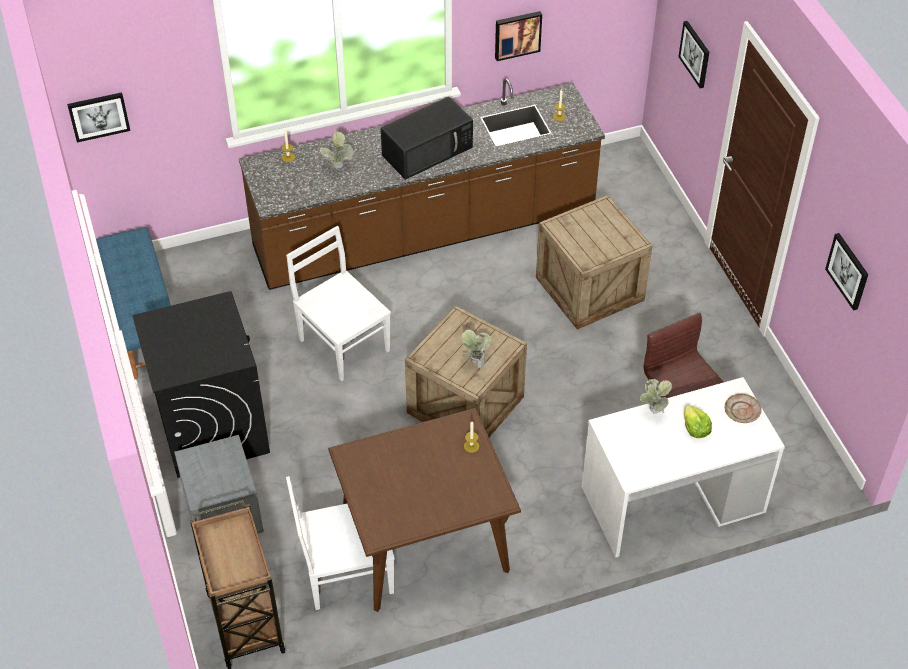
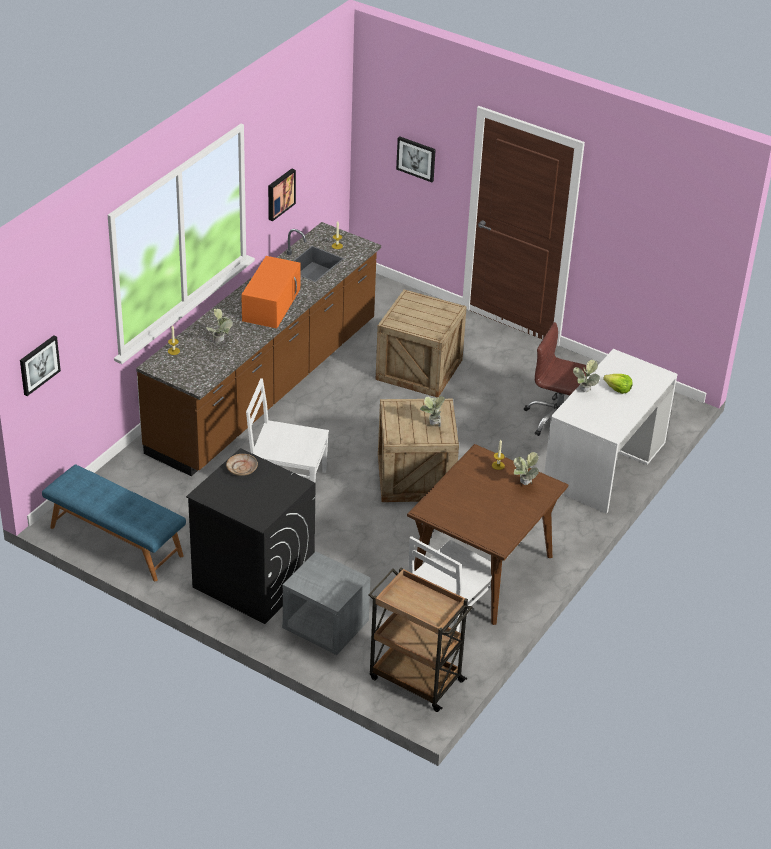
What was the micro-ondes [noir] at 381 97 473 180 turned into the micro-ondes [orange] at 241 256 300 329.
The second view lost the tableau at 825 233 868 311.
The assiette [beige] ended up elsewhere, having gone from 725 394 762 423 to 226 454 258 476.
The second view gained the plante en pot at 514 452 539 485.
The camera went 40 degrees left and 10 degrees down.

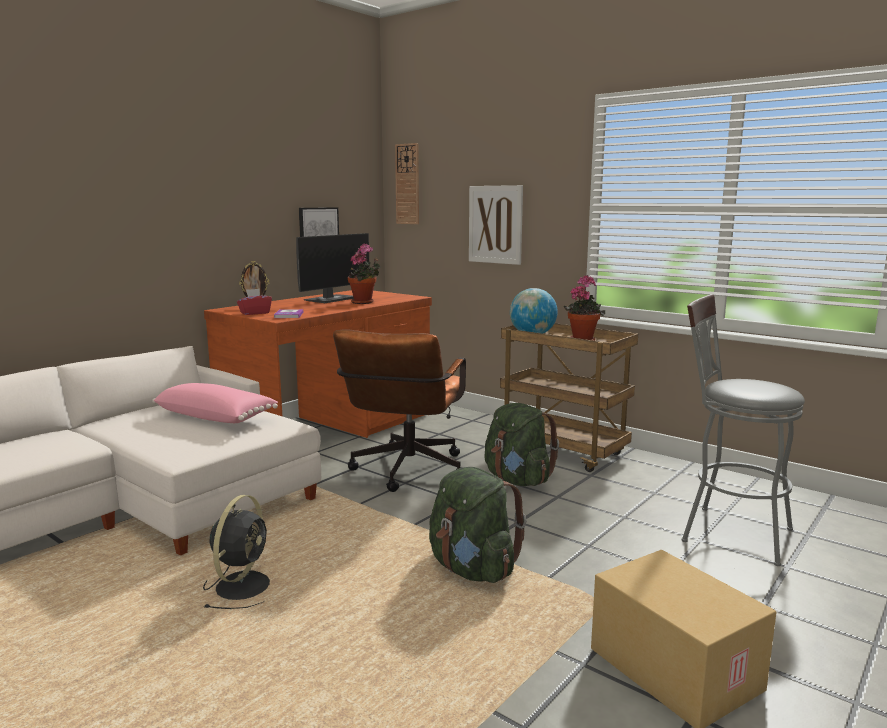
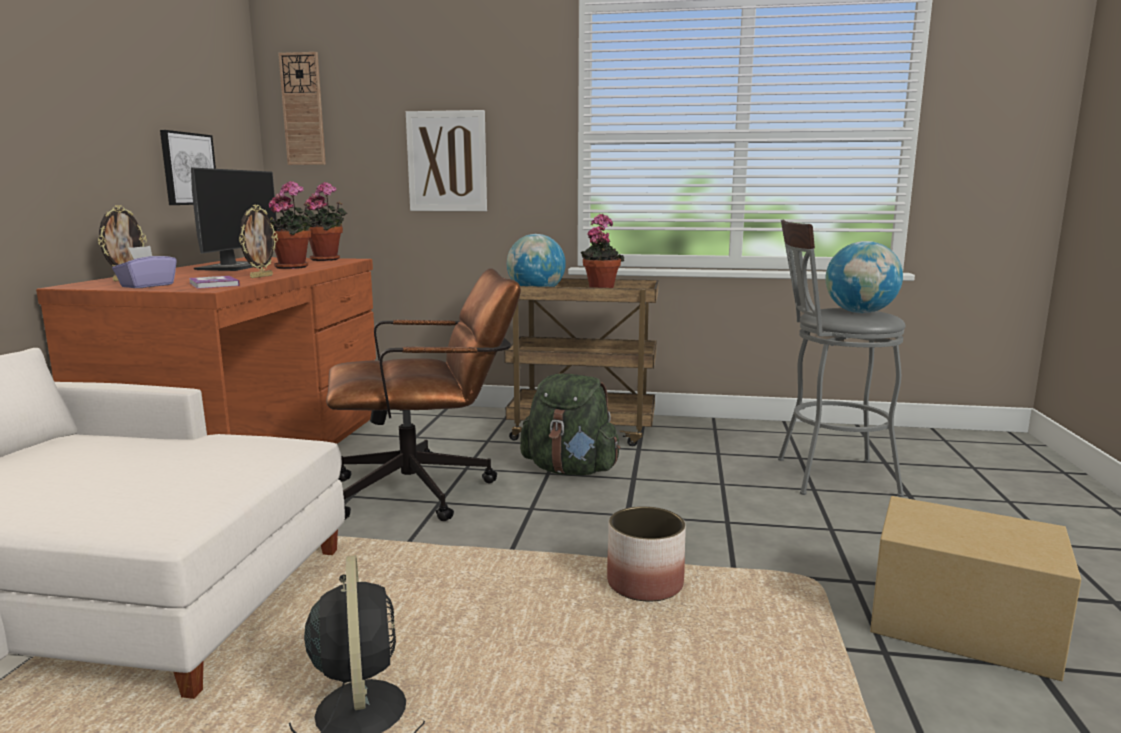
What was the boîte à mouchoirs [rouge] at 237 289 272 315 turned into the boîte à mouchoirs [violet] at 112 246 177 288.
The chaise de bureau [marron] at 333 329 466 492 ended up facing another way, 90 degrees counterclockwise from before.
The second view lost the coussin [rose] at 152 383 278 423.
Where the sac à dos [vert] stood at 429 467 527 583, the cache-pot came to stand at 607 506 686 602.
The second view gained the plante en pot at 305 182 347 261.
The second view gained the cadre photo at 239 205 278 278.
The second view gained the globe at 826 241 903 313.
The camera went 30 degrees left and 0 degrees up.

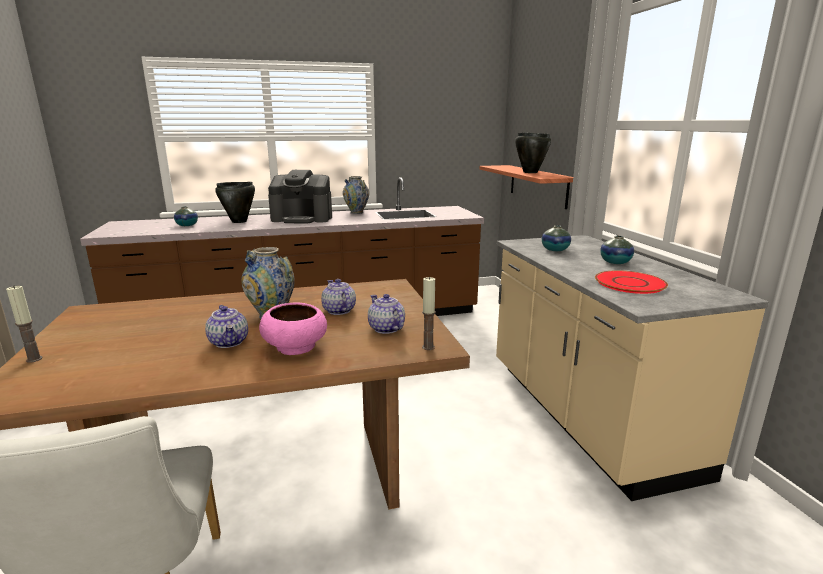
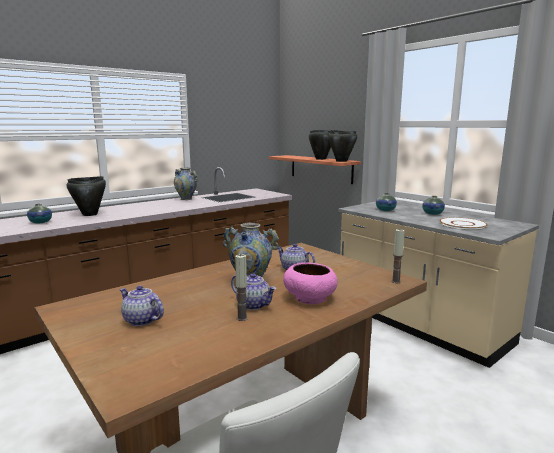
The second view lost the machine à café at 268 170 332 223.
What was the assiette [rouge] at 595 270 668 294 turned into the assiette [blanc] at 439 217 487 229.
The bougie ended up elsewhere, having gone from 6 285 43 363 to 235 254 248 321.
The théière ended up elsewhere, having gone from 368 294 405 334 to 120 286 164 326.
The second view gained the marmite [noir] at 328 130 357 162.
The camera went 25 degrees left and 5 degrees down.

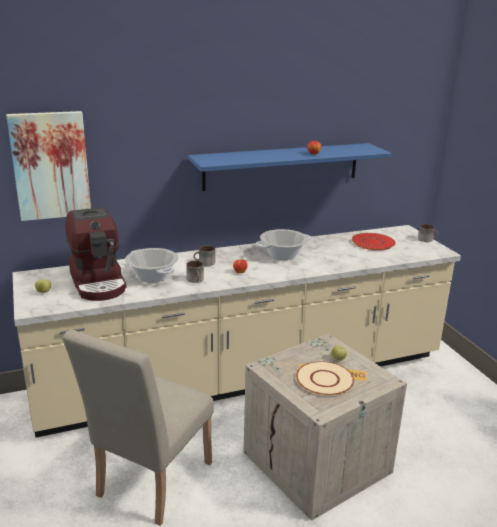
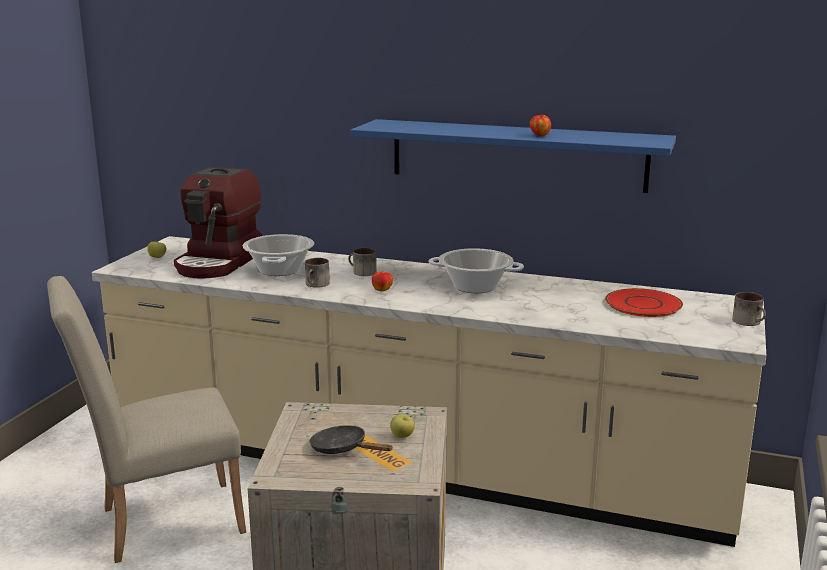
The second view lost the tableau at 6 111 91 221.
Where the assiette [beige] stood at 296 361 354 396, the poêle [noir] came to stand at 309 425 392 454.
The camera went 40 degrees right and 5 degrees down.

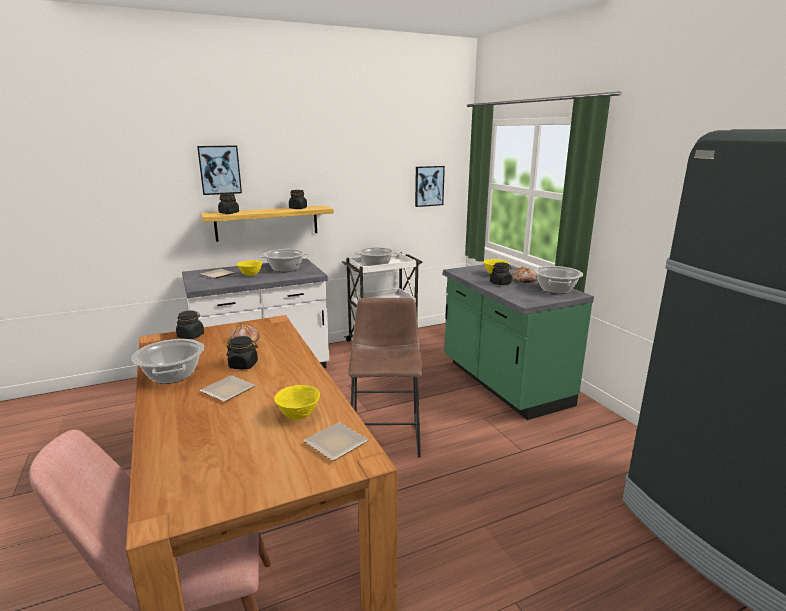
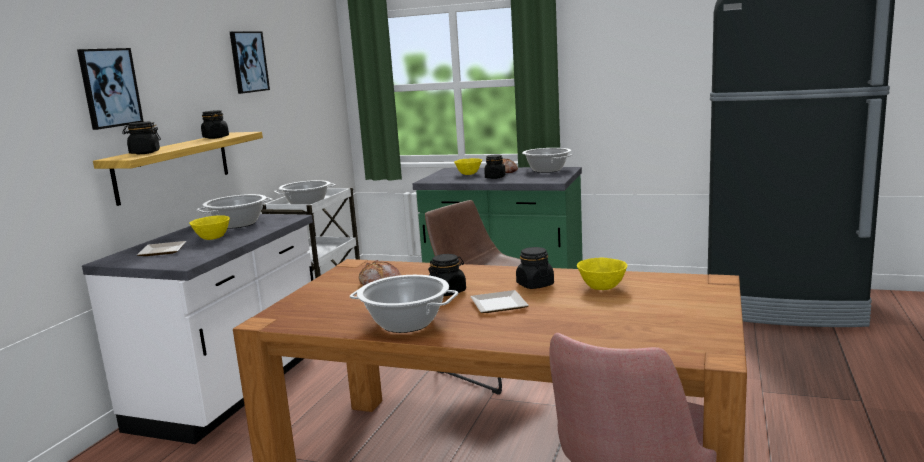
The tableau ended up elsewhere, having gone from 415 166 445 207 to 230 31 270 94.
The bocal [noir] ended up elsewhere, having gone from 176 311 204 339 to 516 247 554 289.
The second view lost the assiette at 303 422 368 461.
The camera went 45 degrees left and 5 degrees down.

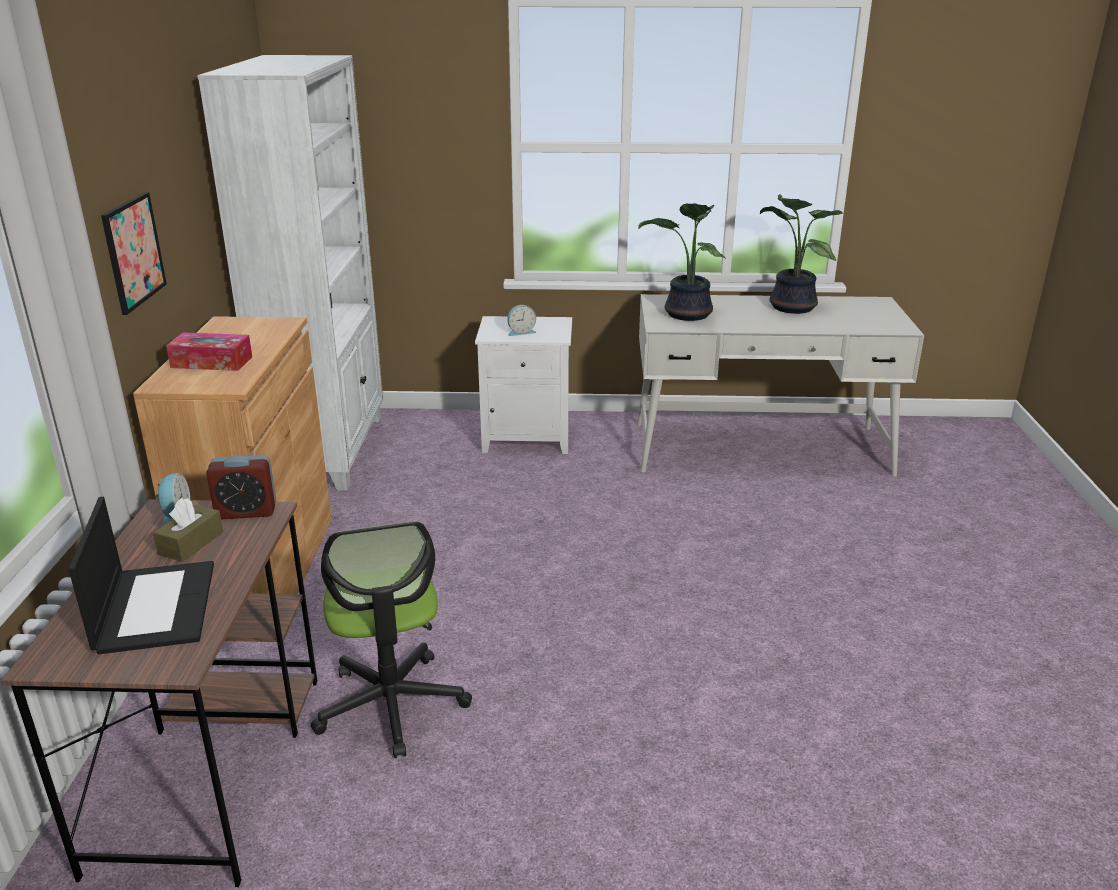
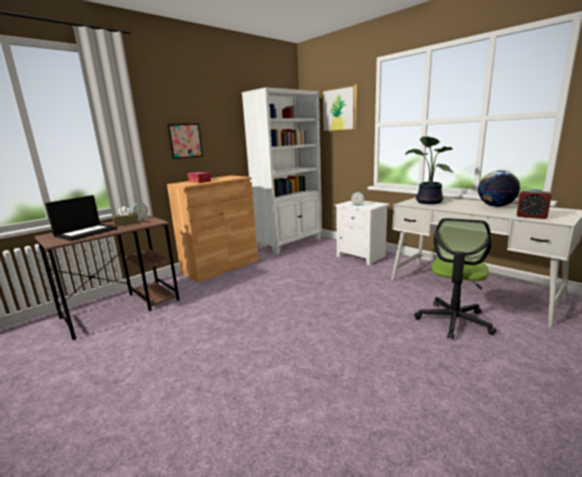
Where the plante en pot stood at 760 194 844 314, the globe came to stand at 478 170 520 207.
The réveil ended up elsewhere, having gone from 206 455 276 519 to 517 189 552 219.
The chaise de bureau ended up elsewhere, having gone from 311 521 472 758 to 414 218 496 339.
The second view gained the tableau at 322 84 356 132.
The camera went 45 degrees right and 10 degrees down.

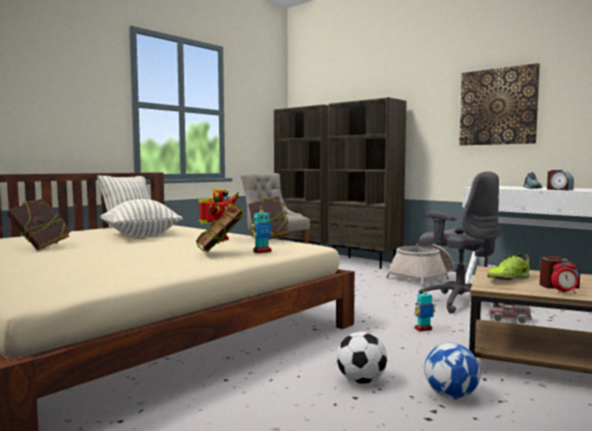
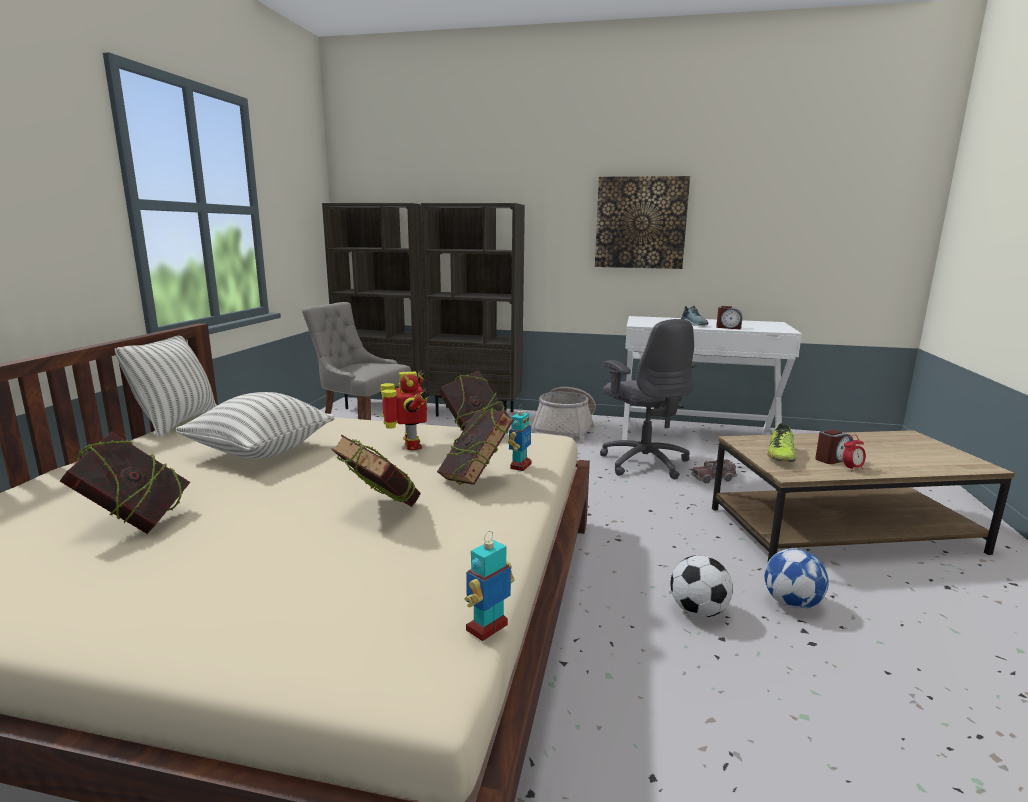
The chaise de bureau [gris] at 419 172 502 314 ended up facing another way, 45 degrees clockwise from before.
The robot jouet ended up elsewhere, having gone from 414 288 435 332 to 464 531 514 641.
The second view gained the livre at 331 435 421 507.
The camera went 30 degrees left and 10 degrees up.

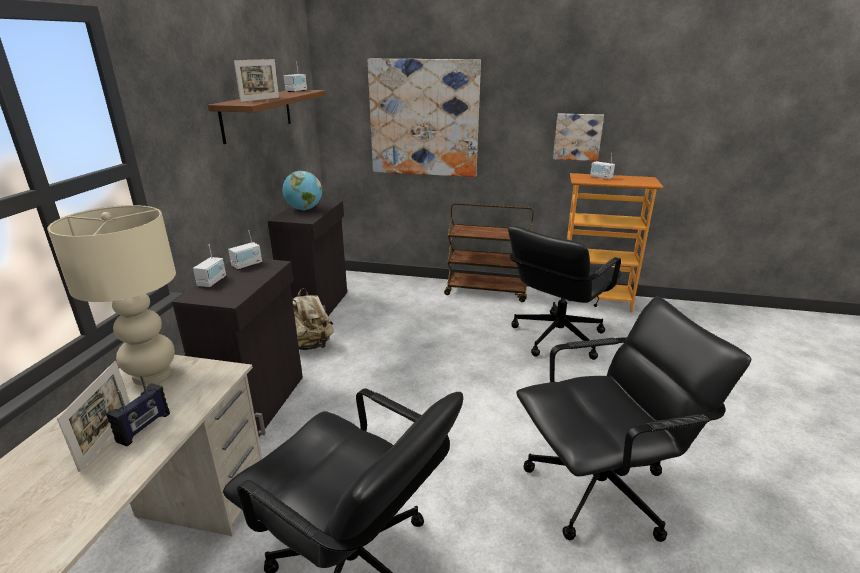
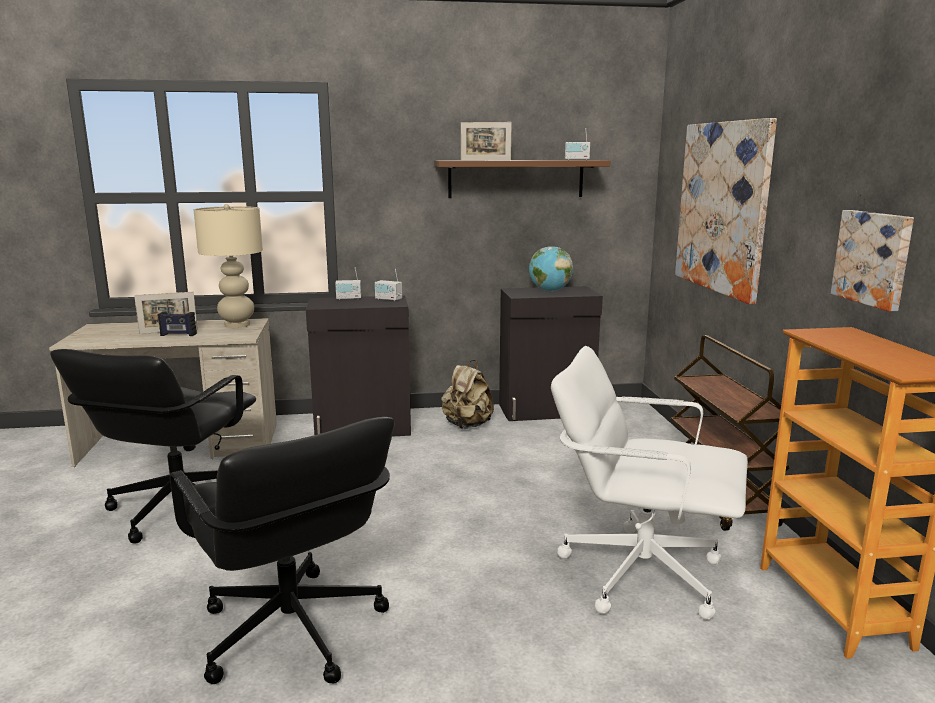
The second view lost the radio at 590 153 615 180.
What was the chaise de bureau [noir] at 508 226 622 360 turned into the chaise de bureau [blanc] at 551 346 748 620.
The camera went 70 degrees right and 10 degrees down.

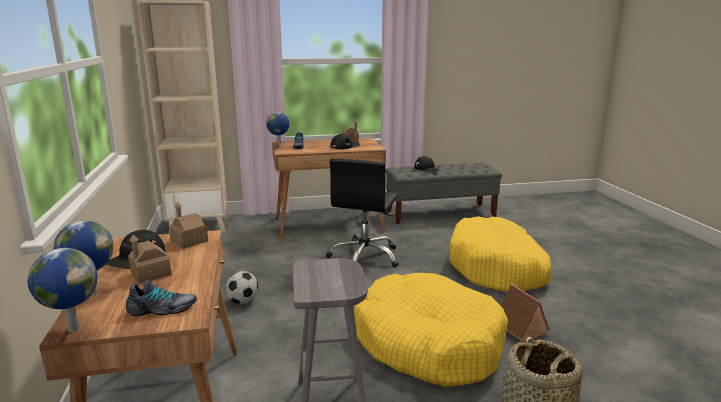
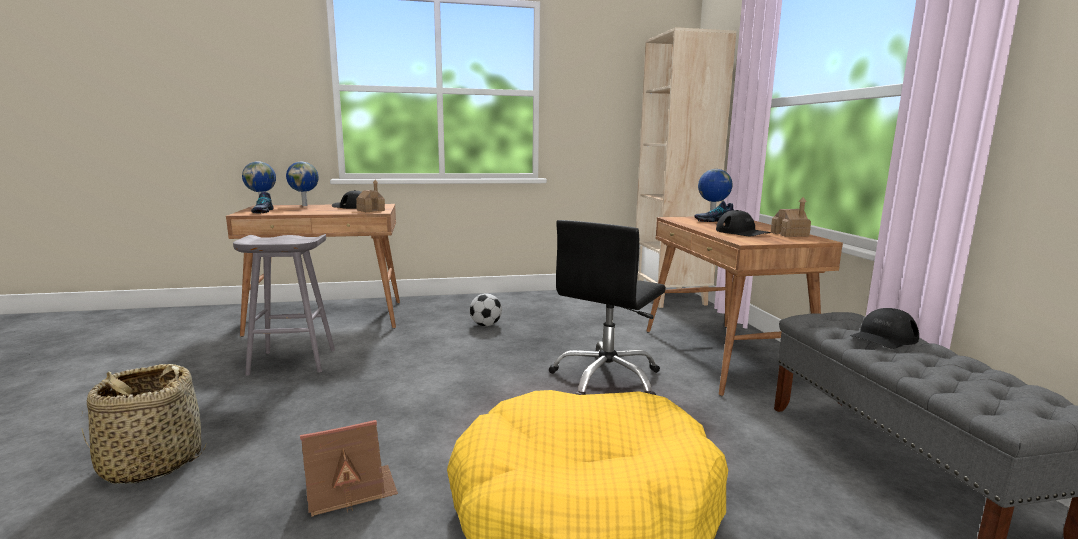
The chaise de bureau [noir] at 326 158 399 267 ended up facing another way, 75 degrees counterclockwise from before.
The second view lost the maison miniature at 128 235 172 284.
The second view lost the panier pour chien [jaune] at 354 273 508 387.
The camera went 90 degrees right and 5 degrees down.

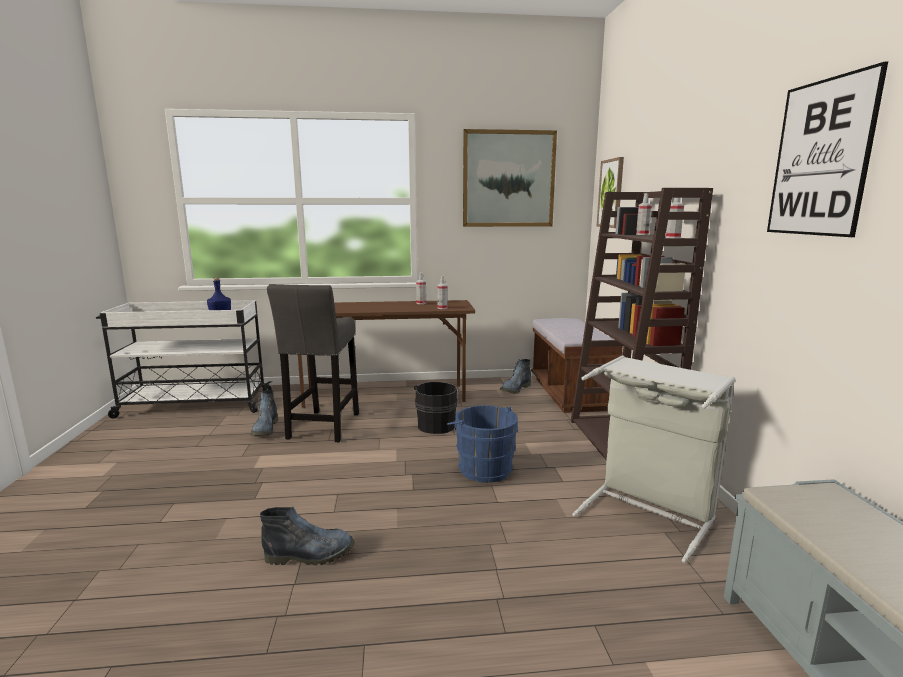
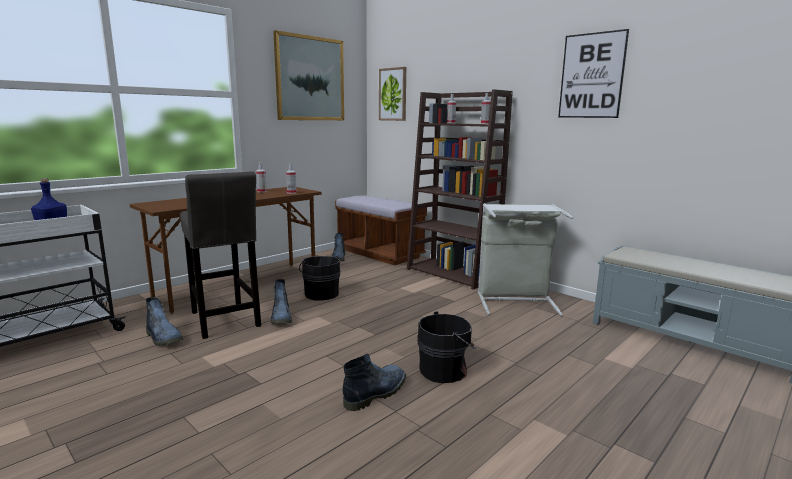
The second view lost the seau [bleu] at 447 405 518 483.
The second view gained the botte at 271 279 292 324.
The second view gained the seau [noir] at 417 311 476 383.
The camera went 40 degrees left and 0 degrees up.

